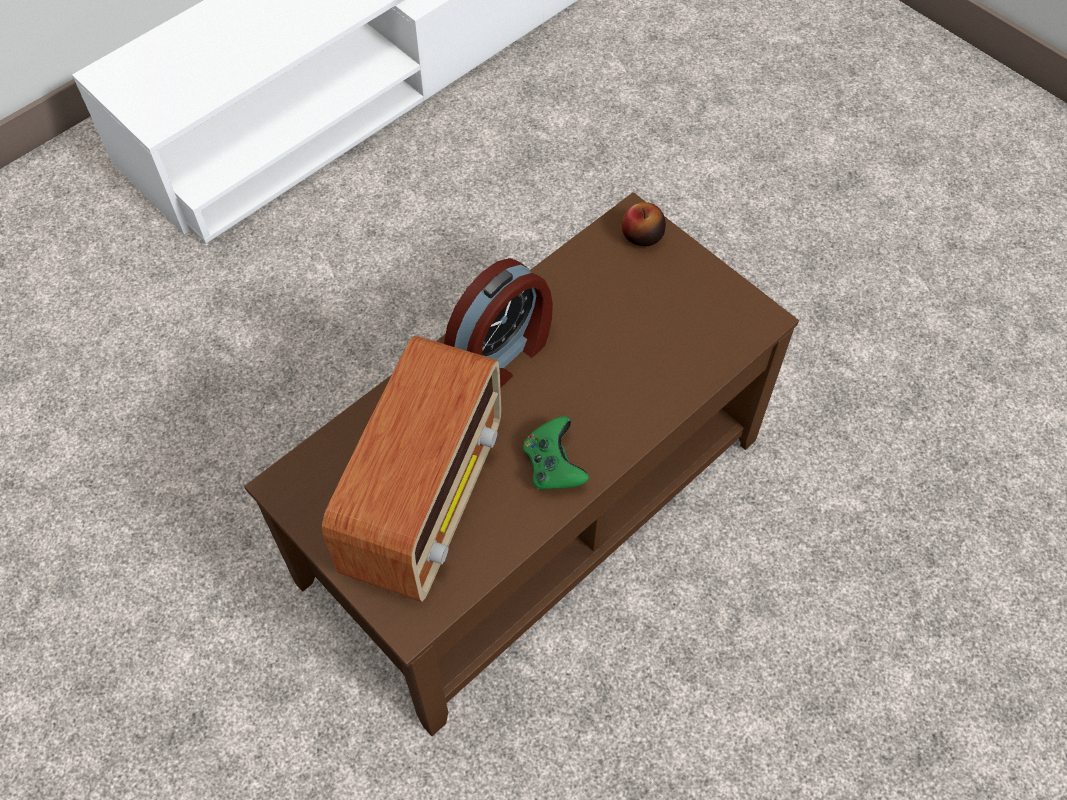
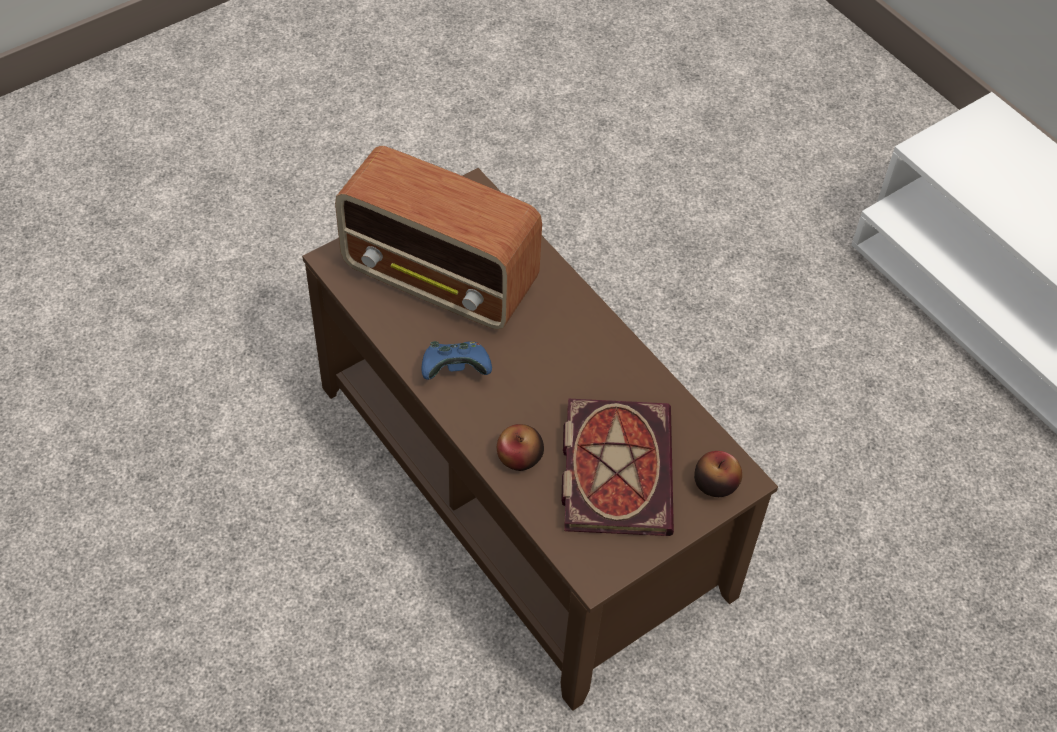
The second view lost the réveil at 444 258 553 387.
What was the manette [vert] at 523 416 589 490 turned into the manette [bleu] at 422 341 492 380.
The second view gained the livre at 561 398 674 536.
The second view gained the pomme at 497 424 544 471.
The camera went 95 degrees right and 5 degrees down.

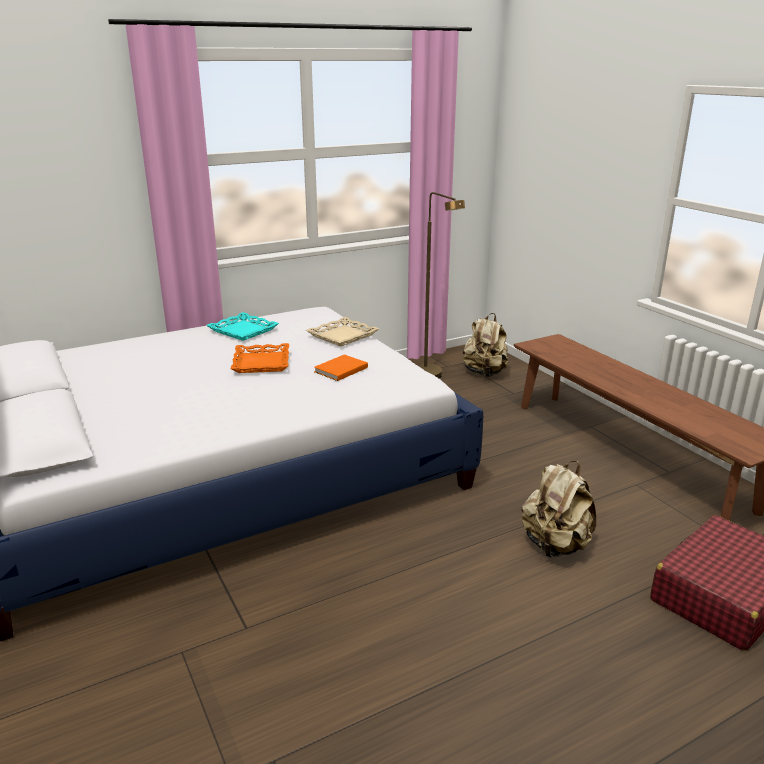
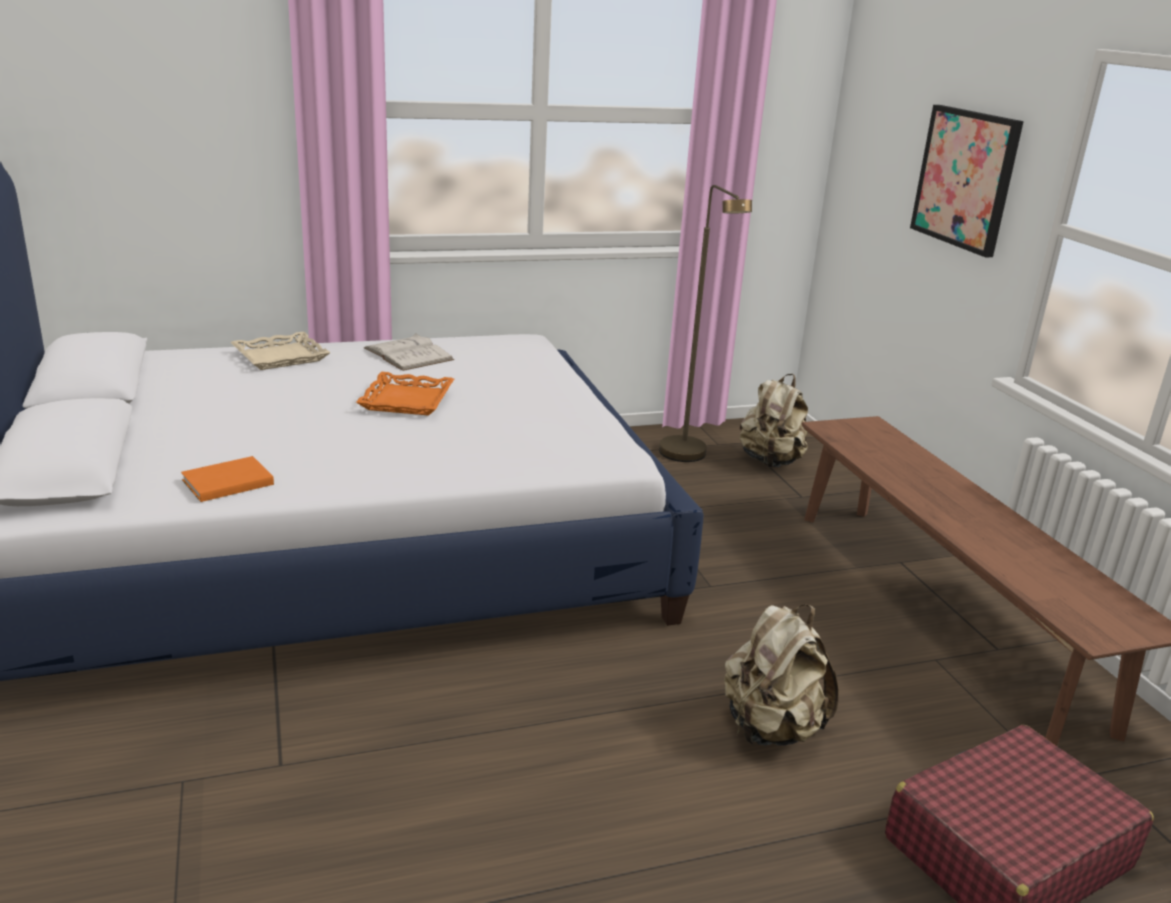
Where the plateau [turquoise] stood at 206 312 279 341, the livre [blanc] came to stand at 364 333 454 371.
The plateau [beige] ended up elsewhere, having gone from 306 317 379 347 to 230 331 331 370.
The livre [orange] ended up elsewhere, having gone from 314 354 368 381 to 181 456 274 502.
The second view gained the tableau at 910 105 1024 257.
The camera went 10 degrees right and 0 degrees up.

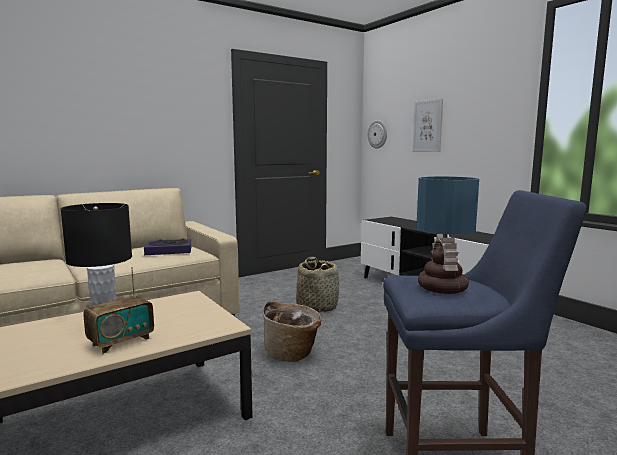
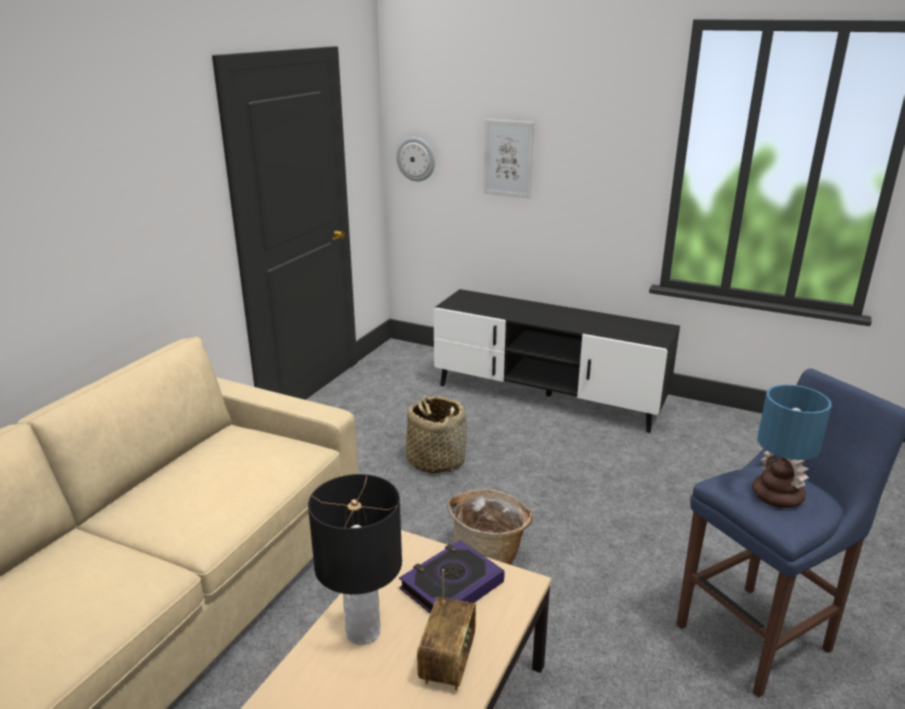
The livre ended up elsewhere, having gone from 144 238 192 255 to 399 540 505 614.
The camera went 30 degrees left and 15 degrees up.

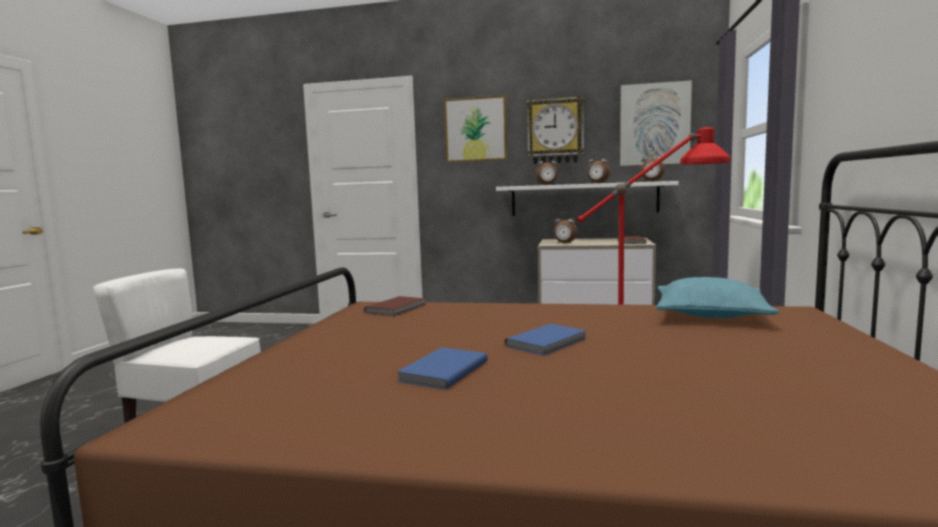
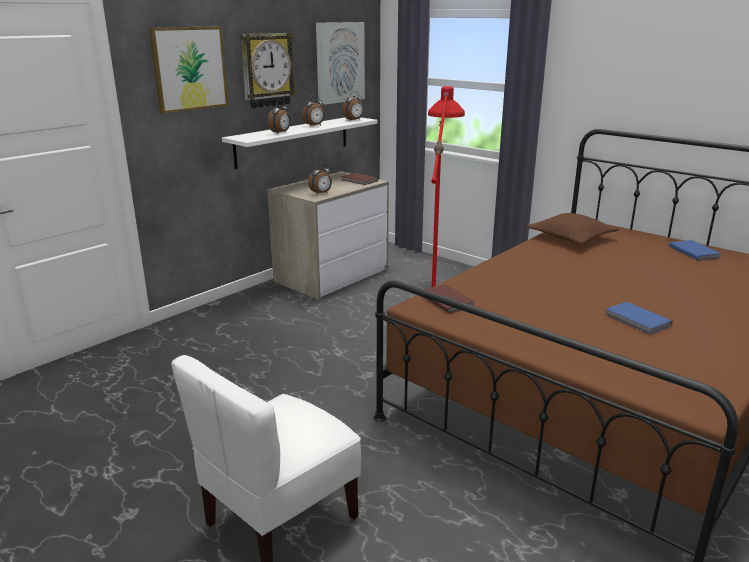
What was the coussin [turquoise] at 656 277 779 318 turned into the coussin [marron] at 526 213 619 244.
The livre [bleu] ended up elsewhere, having gone from 505 324 587 356 to 669 240 722 260.
The camera went 60 degrees left and 15 degrees up.

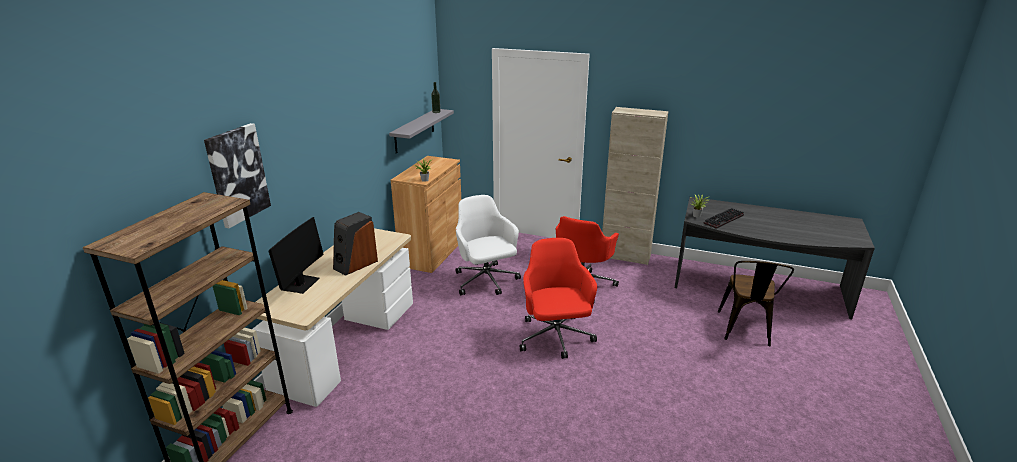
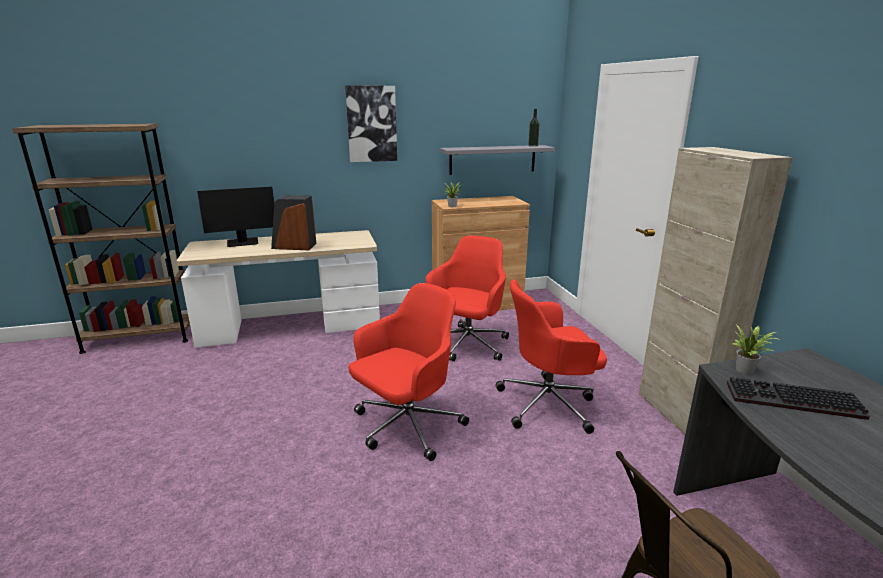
The tableau ended up elsewhere, having gone from 204 123 271 228 to 345 86 397 162.
What was the chaise de bureau [blanc] at 455 195 521 296 turned into the chaise de bureau [rouge] at 426 235 509 361.
The camera went 55 degrees right and 5 degrees down.

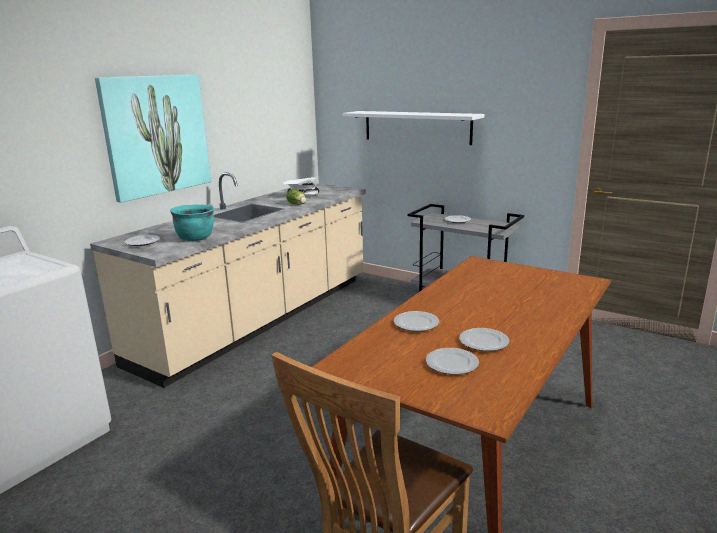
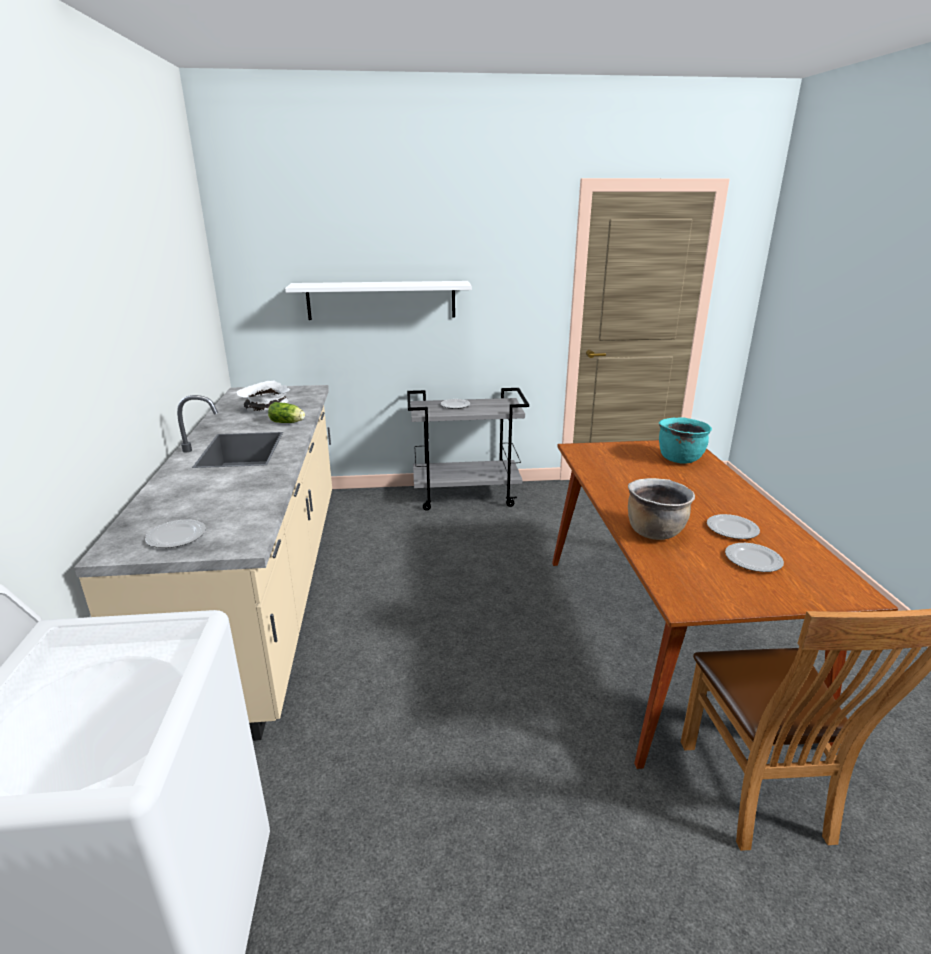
The second view lost the tableau at 95 74 211 203.
The marmite [turquoise] ended up elsewhere, having gone from 170 205 215 241 to 659 417 712 464.
Where the assiette stood at 394 311 439 331, the marmite [marron] came to stand at 628 478 695 540.
The camera went 40 degrees left and 5 degrees up.

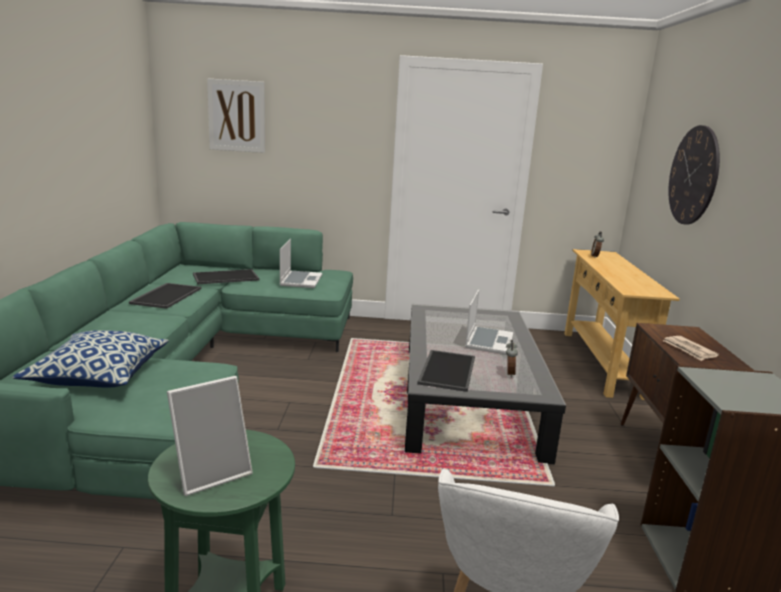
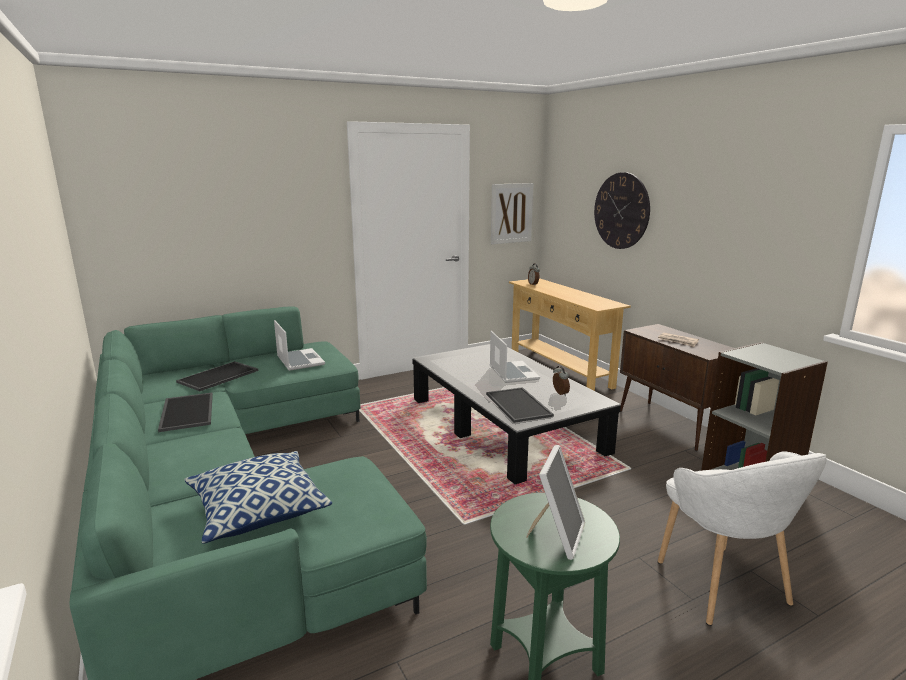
The tableau ended up elsewhere, having gone from 207 78 265 153 to 491 183 534 244.
The camera went 30 degrees left and 0 degrees up.

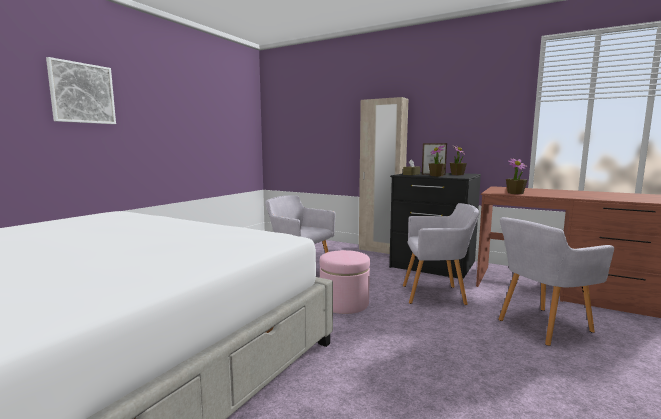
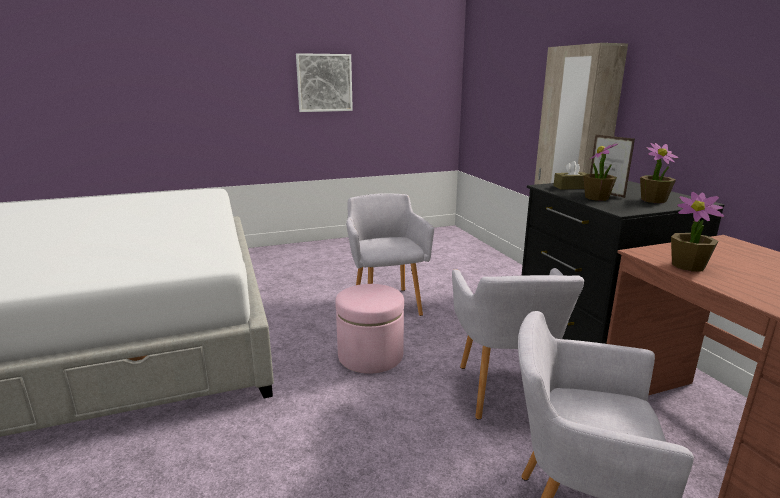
The tableau ended up elsewhere, having gone from 46 57 116 124 to 296 53 353 112.
The fauteuil [gris] at 403 203 480 305 ended up facing another way, 45 degrees clockwise from before.
The camera went 40 degrees right and 10 degrees up.

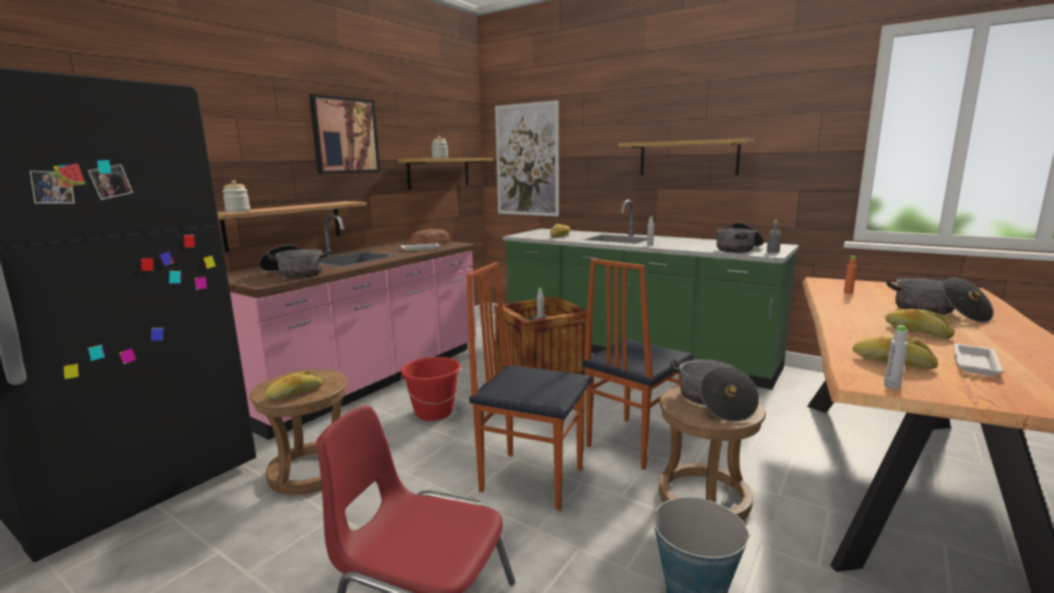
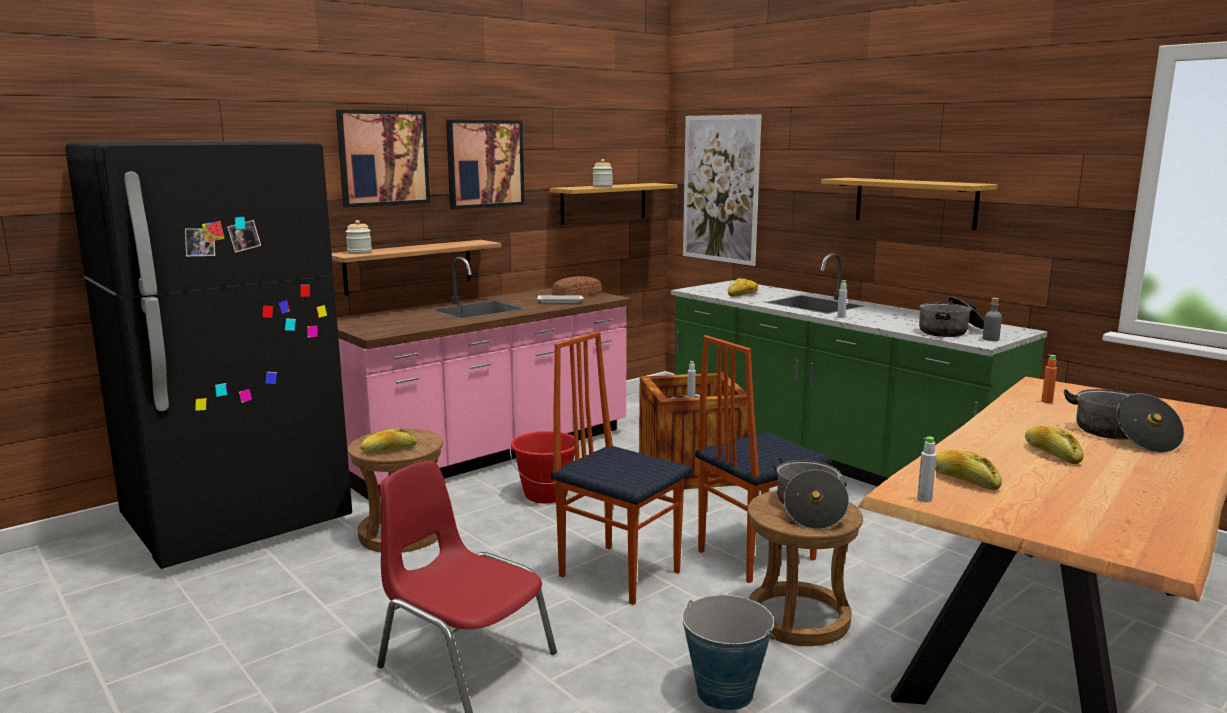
The second view lost the marmite at 259 245 330 278.
The second view lost the plateau [blanc] at 953 344 1004 376.
The second view gained the tableau at 336 110 430 208.
The camera went 15 degrees right and 0 degrees up.

